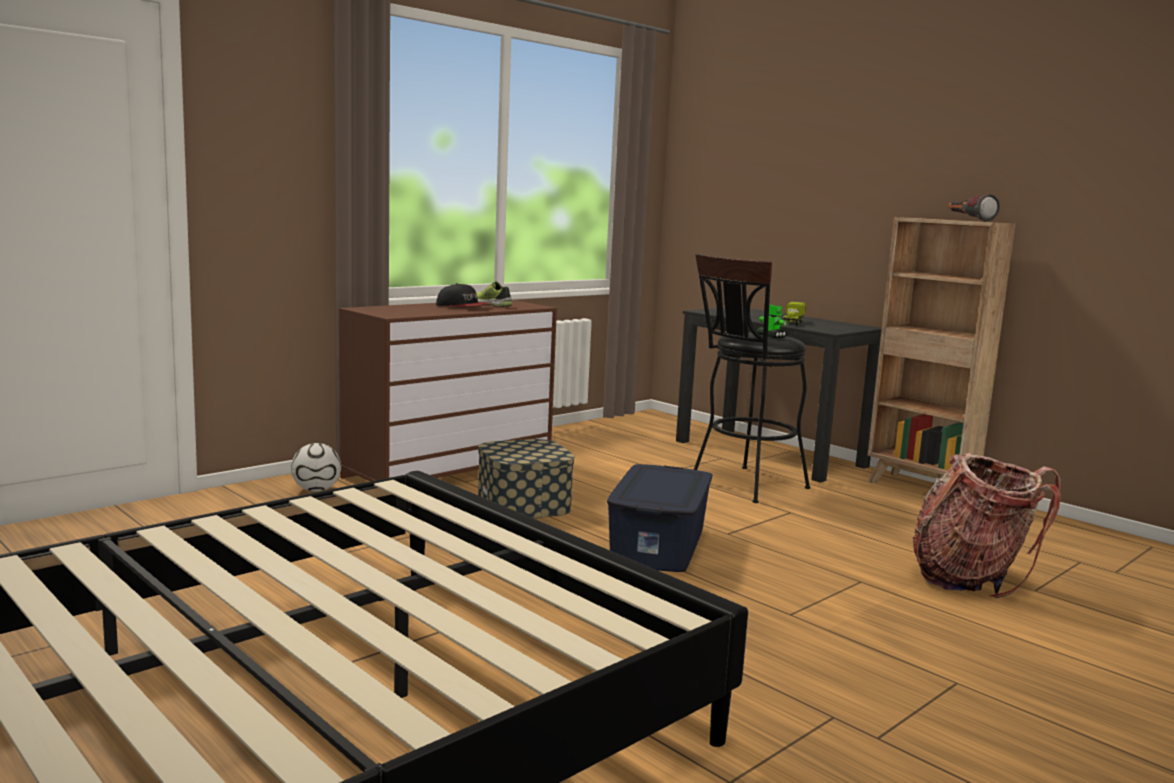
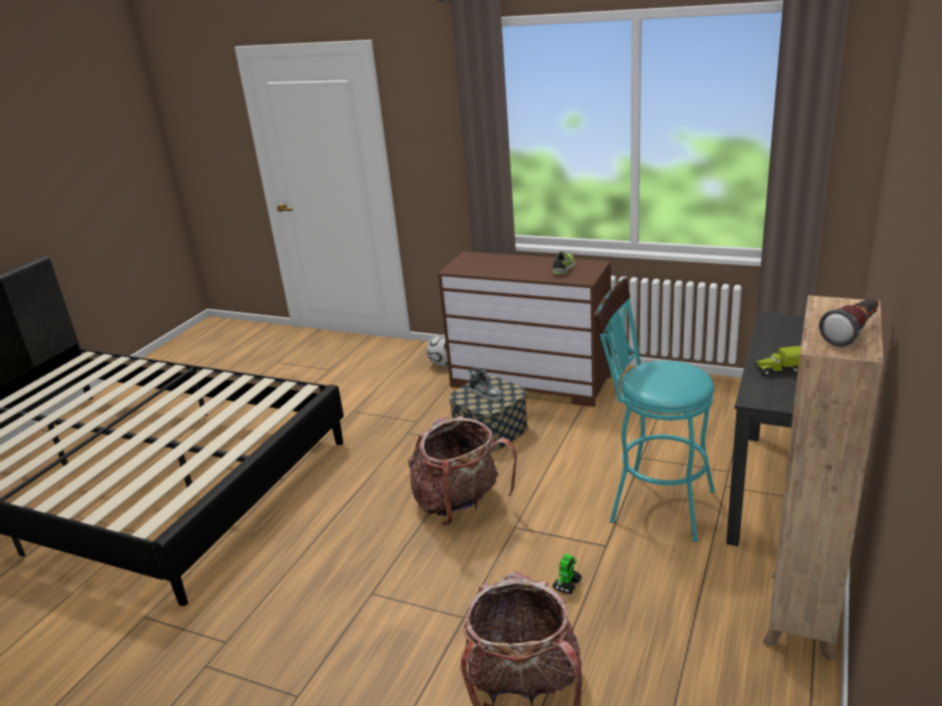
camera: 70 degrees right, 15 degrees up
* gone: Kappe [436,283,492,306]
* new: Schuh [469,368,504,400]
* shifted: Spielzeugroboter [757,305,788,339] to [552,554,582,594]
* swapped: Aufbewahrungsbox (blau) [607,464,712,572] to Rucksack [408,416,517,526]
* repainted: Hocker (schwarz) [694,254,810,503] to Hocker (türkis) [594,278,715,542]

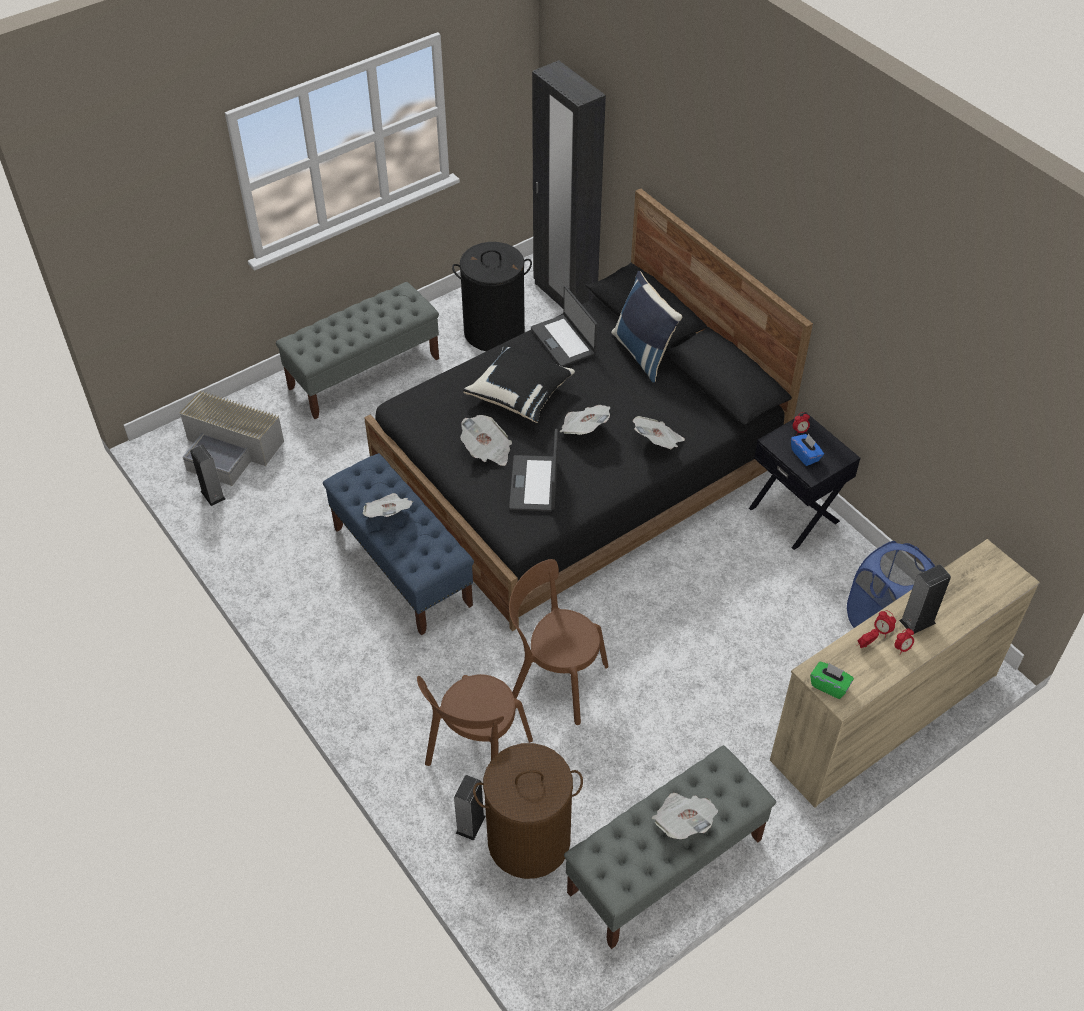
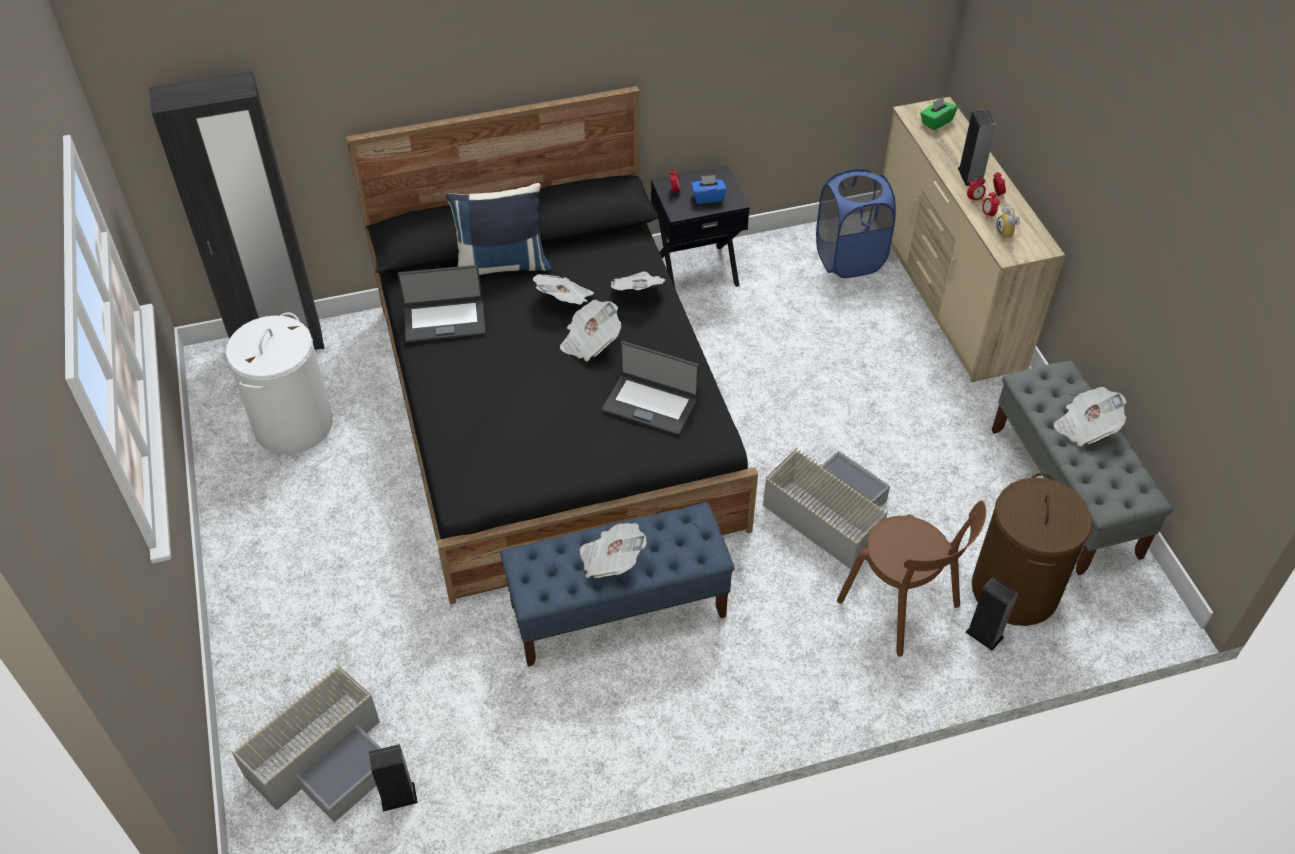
camera: 70 degrees left, 0 degrees up
* gone: Bank (grau) [276,282,439,419]
* gone: Kissen (schwarz) [463,344,575,423]
* new: Wecker [996,204,1020,238]
* shifted: Zeitung [460,415,512,466] to [533,274,594,305]
* shifted: Taschentuchbox (grün) [810,662,854,699] to [920,97,958,130]
* swapped: Stuhl (braun) [509,559,609,725] to Aufbewahrungsbox (grau) [763,447,890,569]
* repainted: Wäschekorb (schwarz) [452,242,532,351] to Wäschekorb (weiß) [226,312,333,454]

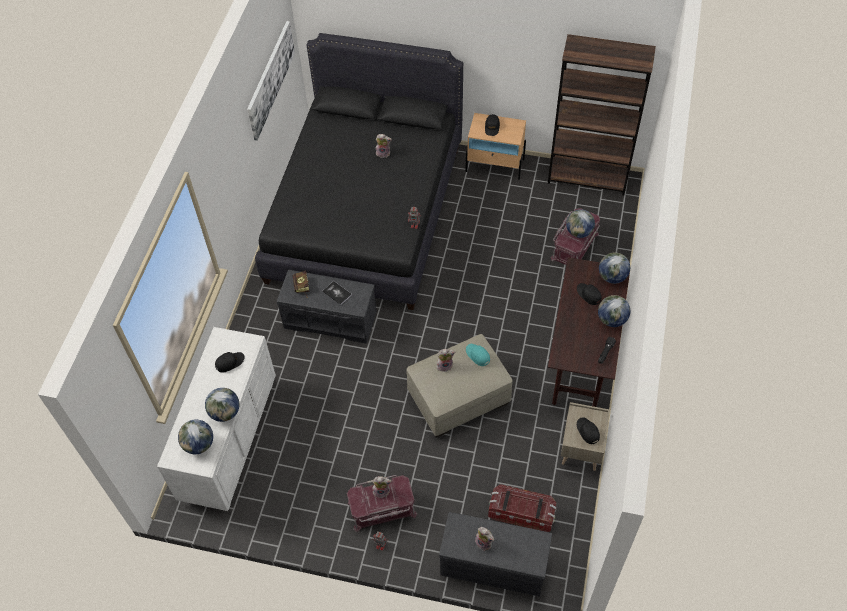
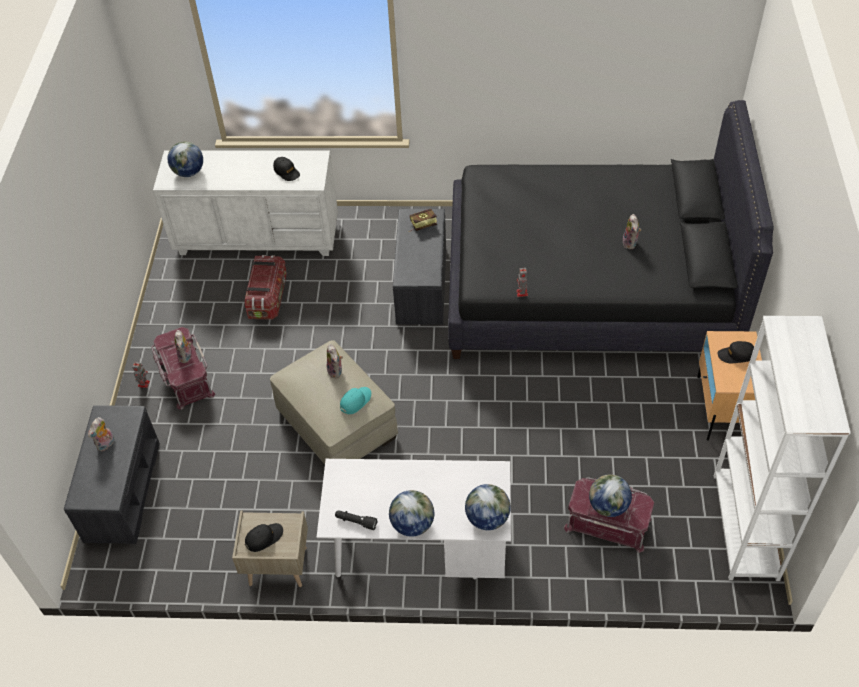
camera: 80 degrees right, 5 degrees down
* gone: Globus [205,388,239,422]
* gone: Bild [247,21,295,141]
* gone: Buch [322,281,352,305]
* gone: Kappe (schwarz) [577,283,602,305]
* shifted: Aufbewahrungsbox [488,484,557,532] to [245,255,287,320]
* repainted: Bücherregal (braun) [548,34,656,196] to Bücherregal (weiß) [714,316,851,581]
* repainted: Schreibtisch (braun) [548,257,630,407] to Schreibtisch (weiß) [317,459,511,579]

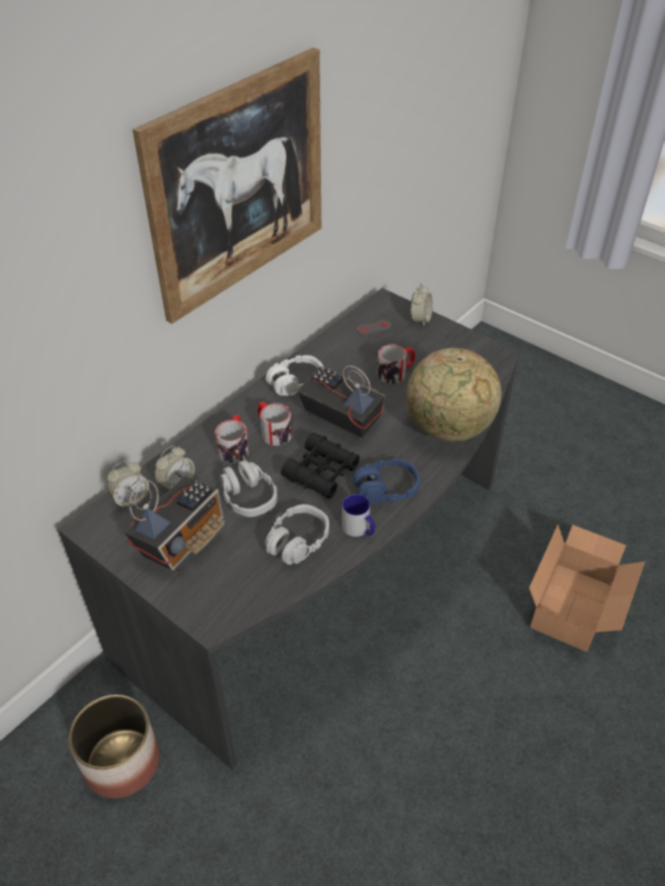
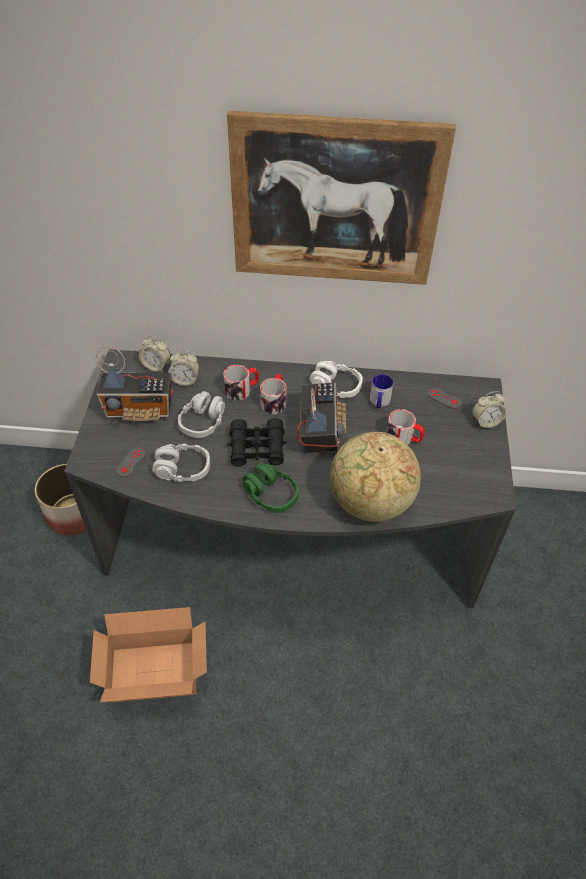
camera: 55 degrees right, 5 degrees up
* new: Gamepad (grau) [116,447,145,477]
* shifted: Henkelbecher [342,494,375,537] to [370,374,394,408]
* shifted: Karton [529,525,645,652] to [90,607,207,702]
* repainted: Kopfhörer (blau) [353,459,420,504] to Kopfhörer (grün) [243,463,299,513]

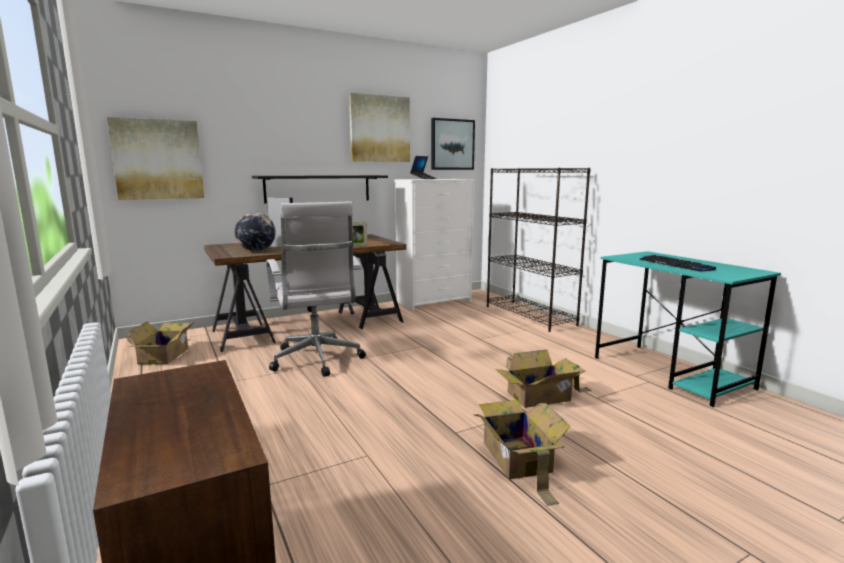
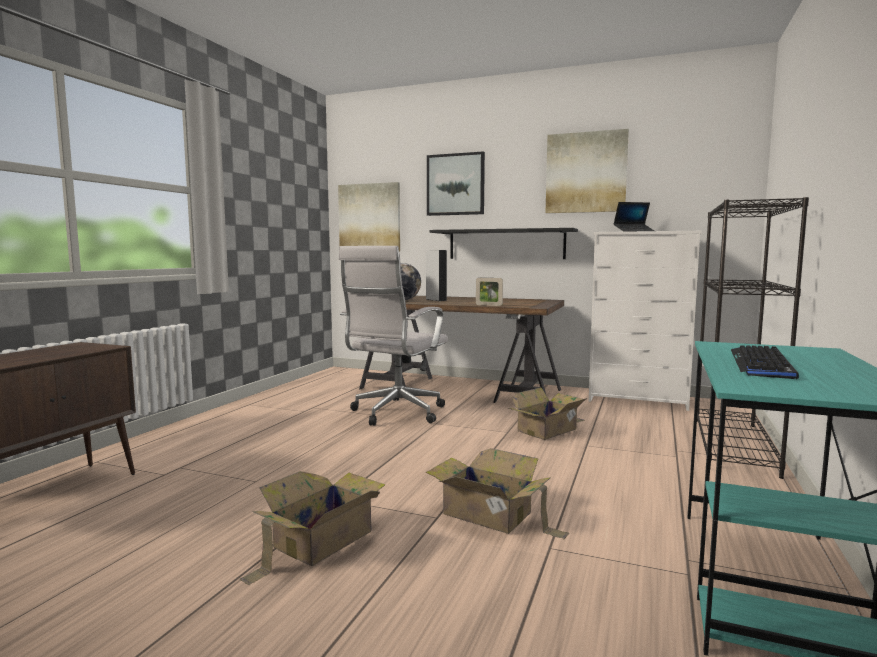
camera: 50 degrees right, 5 degrees down
* shifted: Karton [126,322,194,364] to [509,387,587,440]
* shifted: Bild [431,118,475,170] to [427,152,485,216]

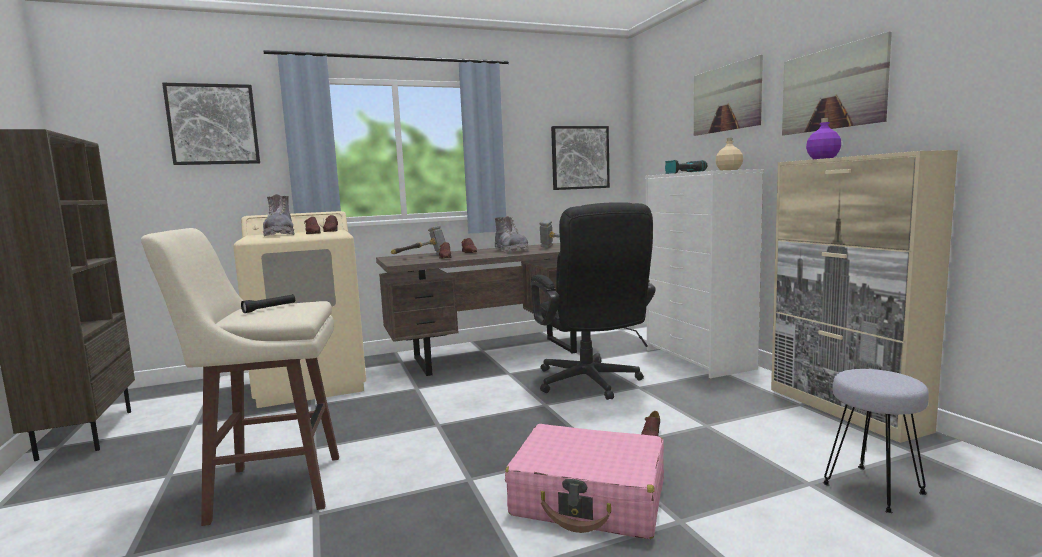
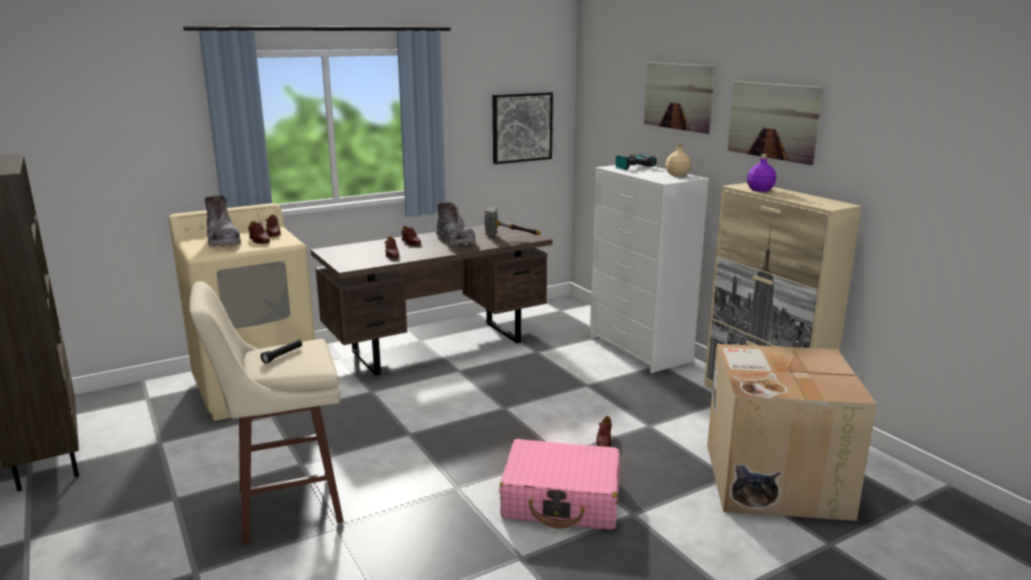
camera: 10 degrees left, 10 degrees up
* gone: Bild [162,83,260,165]
* gone: Hammer [391,225,446,255]
* gone: Bürostuhl (schwarz) [531,202,656,400]
* swapped: Hocker (grau) [823,369,929,513] to Karton [707,344,877,521]

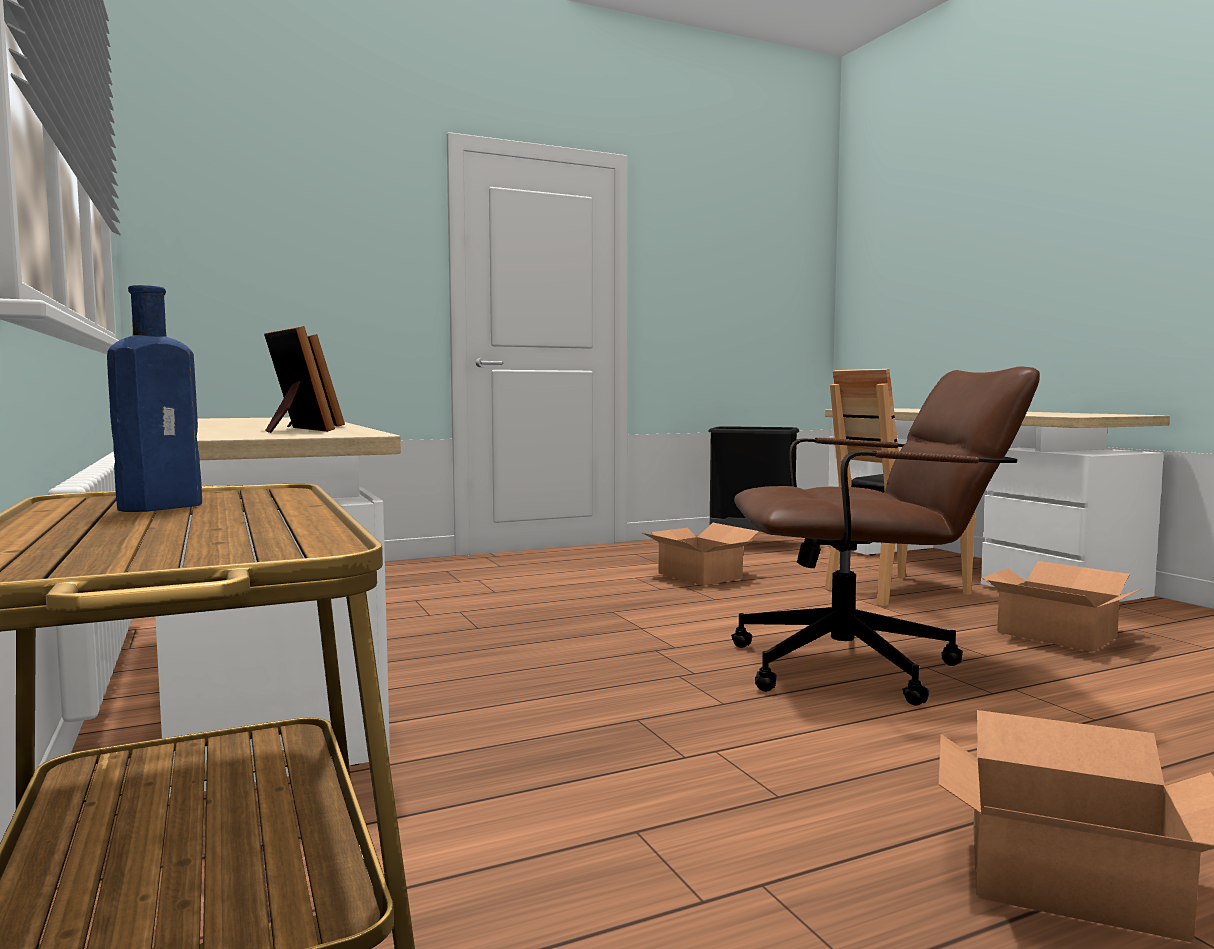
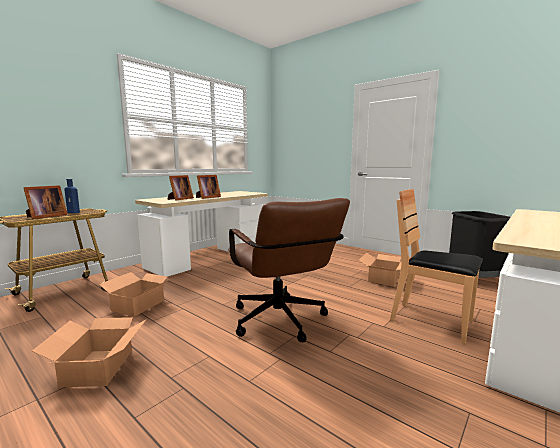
camera: 65 degrees right, 5 degrees up
* new: Bilderrahmen [24,185,67,219]
* shifted: Karton [982,561,1141,652] to [99,272,172,317]

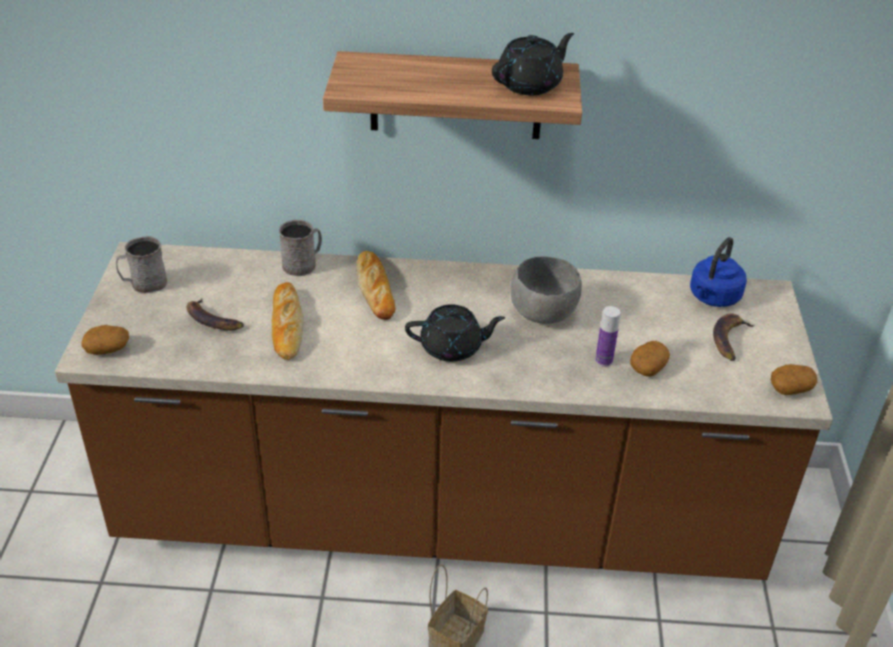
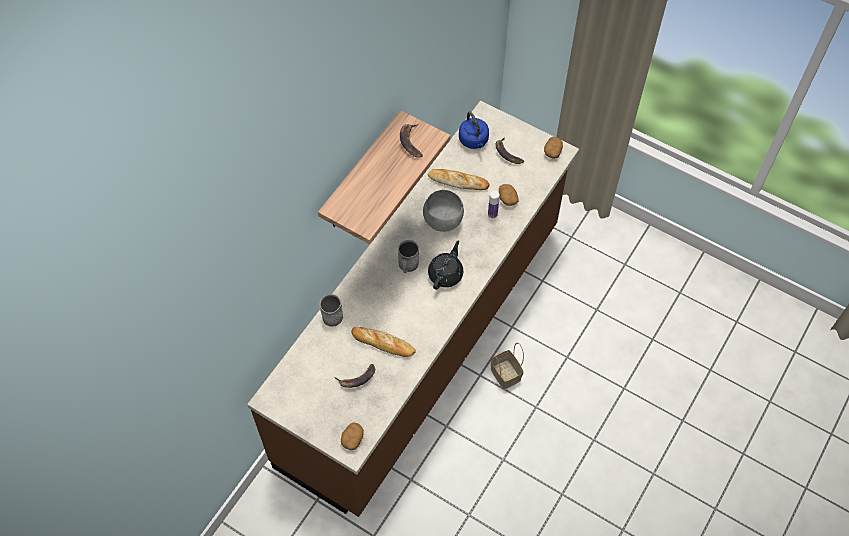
camera: 60 degrees left, 20 degrees up
* shifted: Henkelbecher (grau) [116,236,167,294] to [398,240,419,273]
* shifted: Brot [356,251,395,320] to [428,169,489,190]
* swapped: Teekanne (schwarz) [492,33,574,95] to Banane [400,124,423,158]

